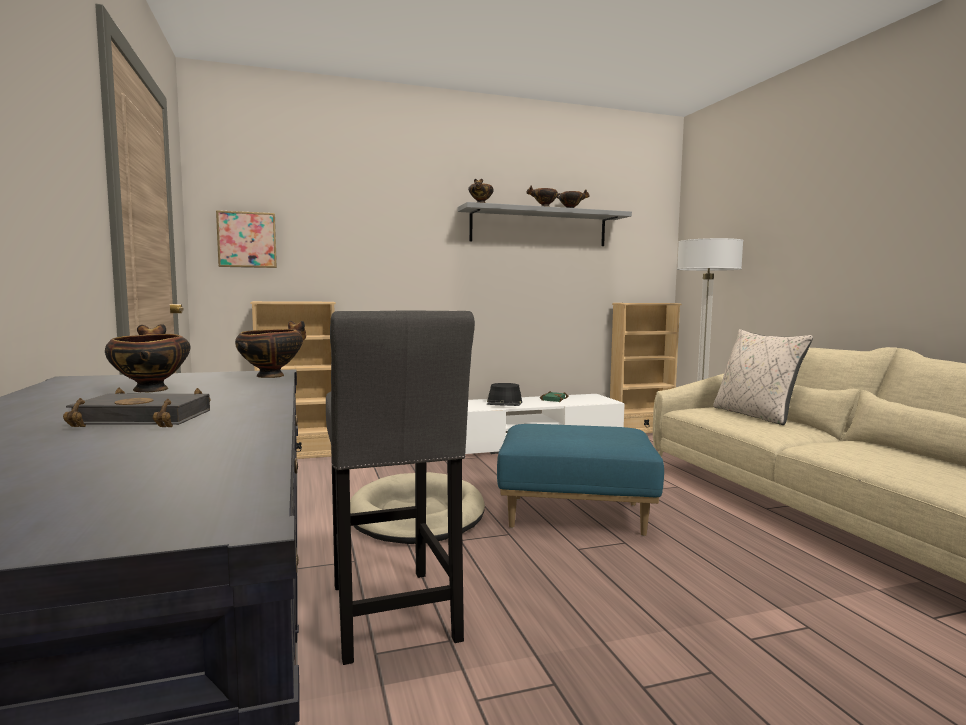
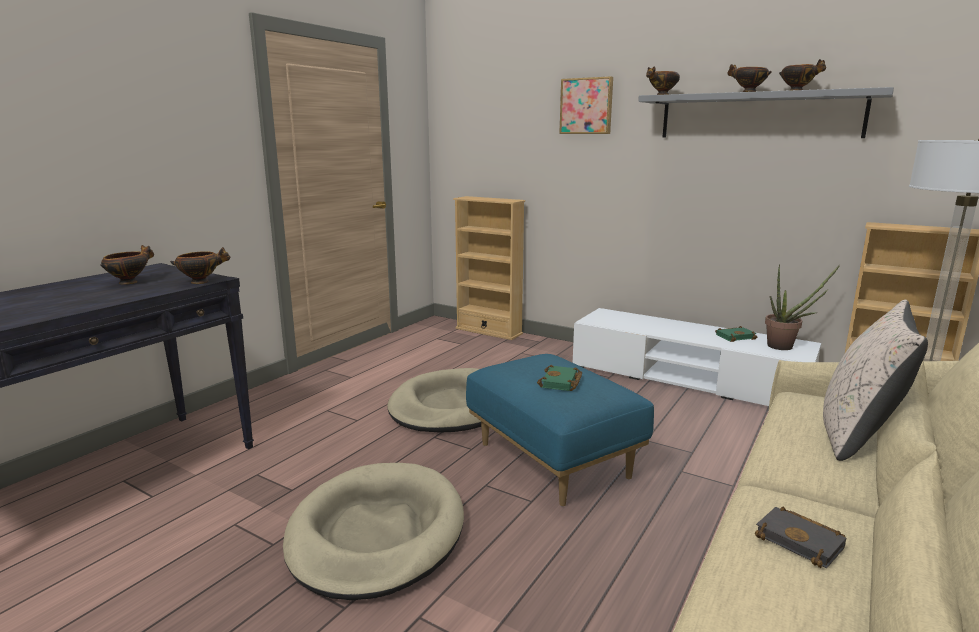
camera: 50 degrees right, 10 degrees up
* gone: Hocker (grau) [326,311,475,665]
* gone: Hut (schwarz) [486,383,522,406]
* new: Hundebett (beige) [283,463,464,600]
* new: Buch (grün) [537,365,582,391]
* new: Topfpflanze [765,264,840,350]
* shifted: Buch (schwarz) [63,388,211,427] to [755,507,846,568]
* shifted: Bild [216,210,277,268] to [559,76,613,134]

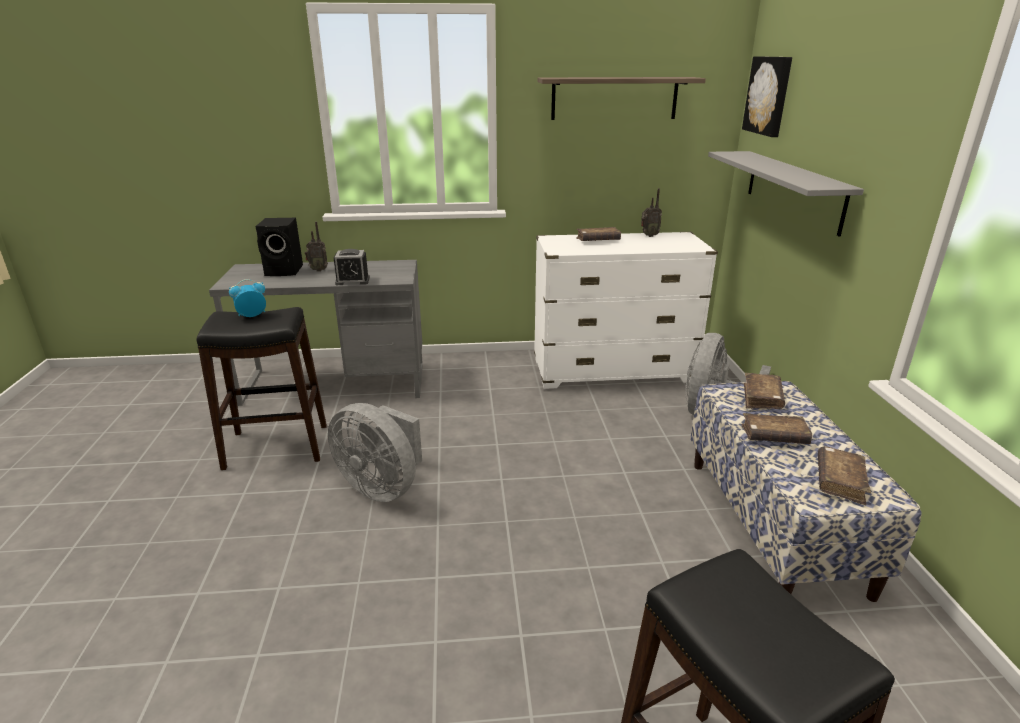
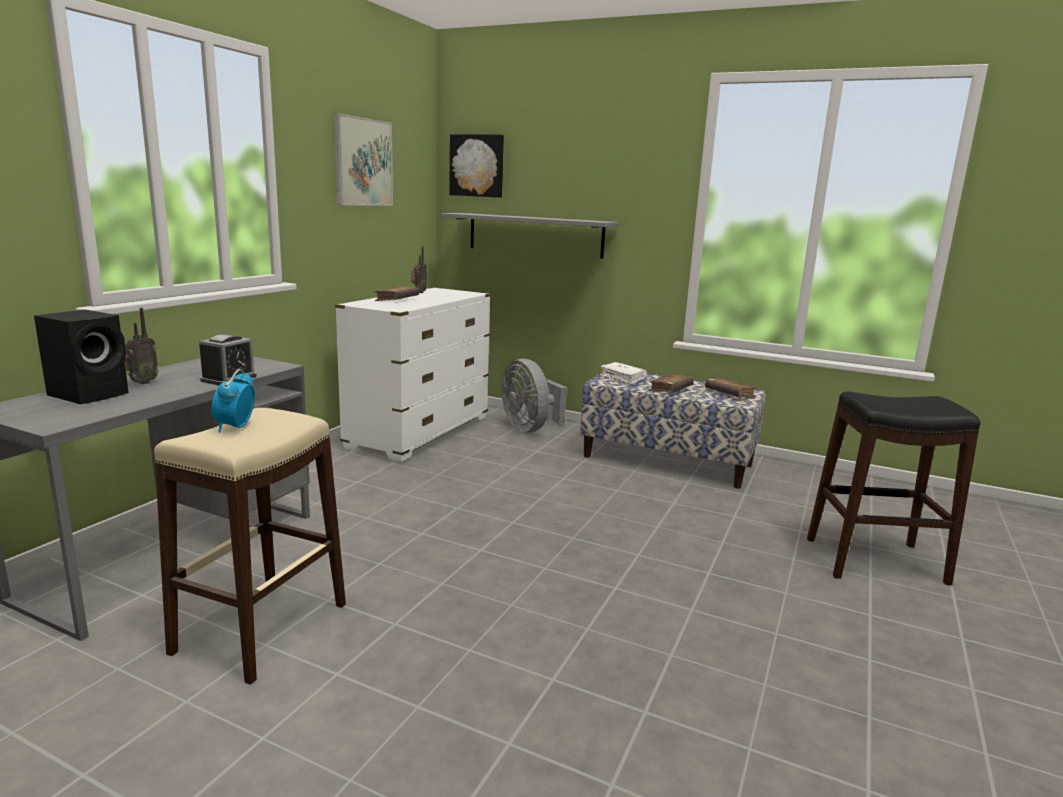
camera: 60 degrees left, 10 degrees down
* gone: Ventilator (grau) [328,403,422,502]
* swapped: Wandregal [537,77,706,120] to Bild [334,113,393,206]
* repainted: Hocker (schwarz) [196,307,327,470] to Hocker (beige) [154,408,346,685]
* repainted: Buch (braun) [744,373,785,409] to Buch (weiß) [600,362,647,384]

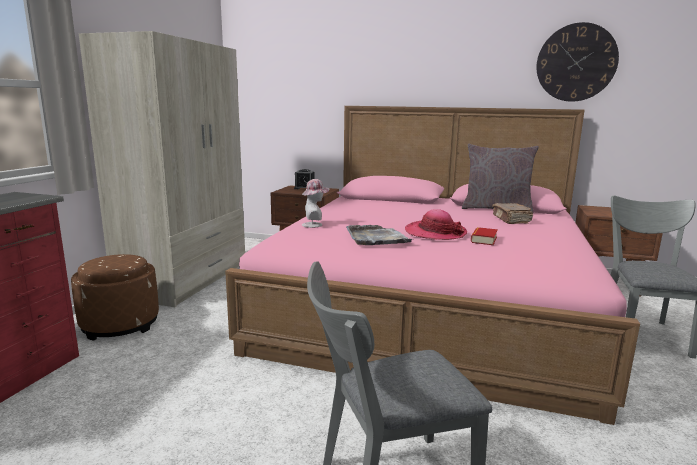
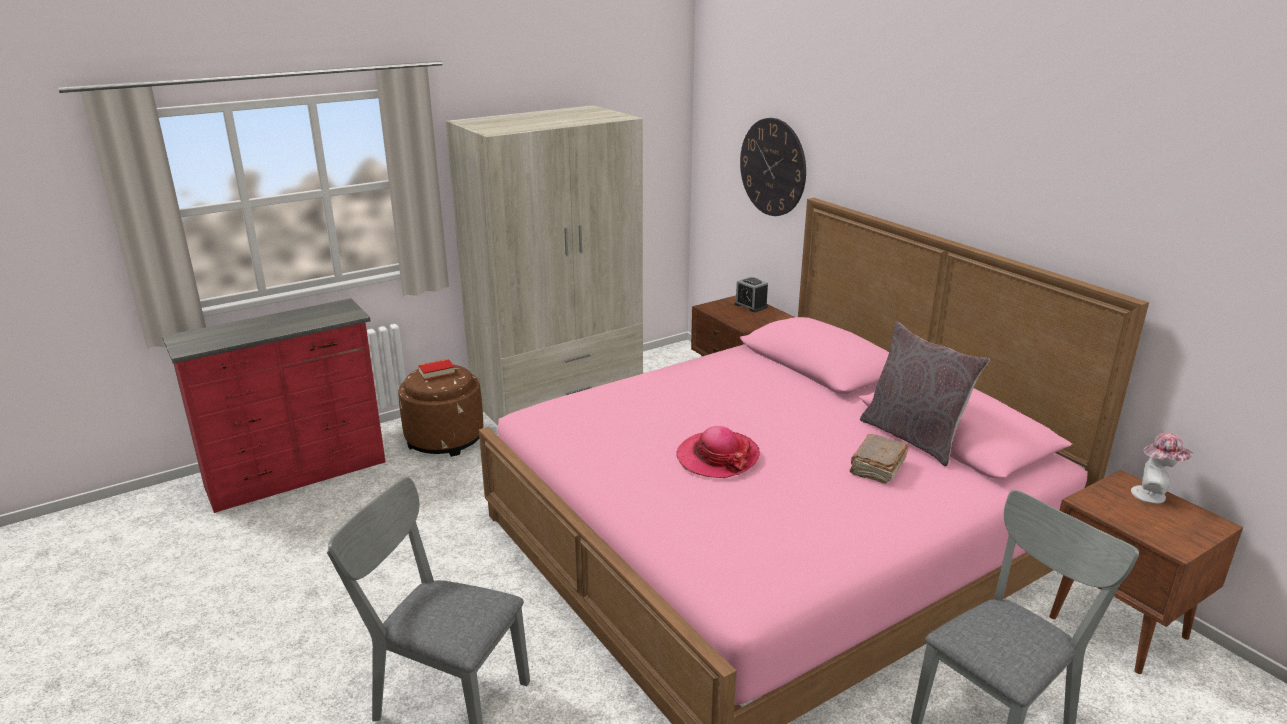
camera: 40 degrees right, 10 degrees up
* gone: Tablett (grau) [346,225,412,245]
* shifted: Hut [302,179,330,228] to [1131,432,1194,504]
* shifted: Buch [471,227,498,245] to [418,359,455,380]
* shifted: Wanduhr [537,22,619,102] to [740,118,806,216]

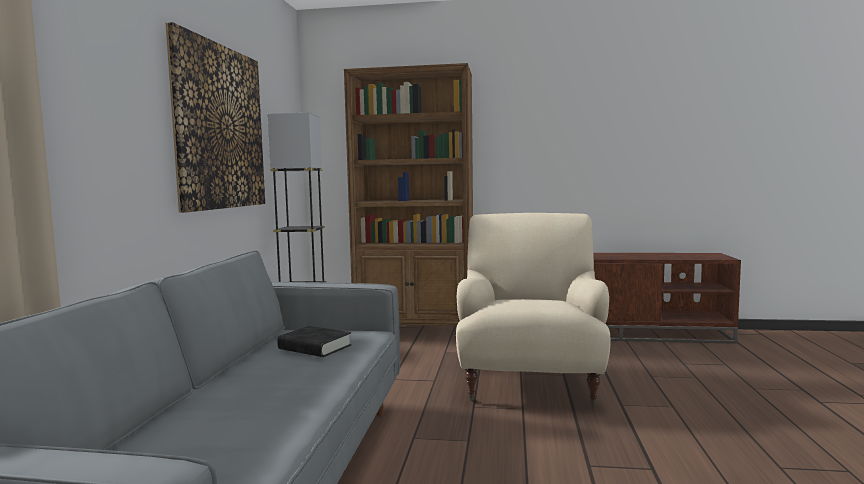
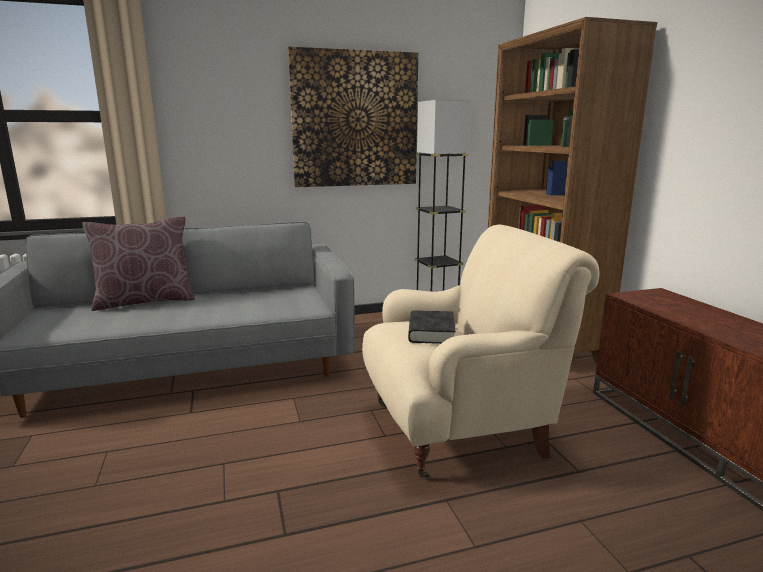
camera: 65 degrees right, 10 degrees up
* new: Kissen (braun) [82,217,195,311]
* shifted: Buch (schwarz) [277,326,351,357] to [408,310,456,344]

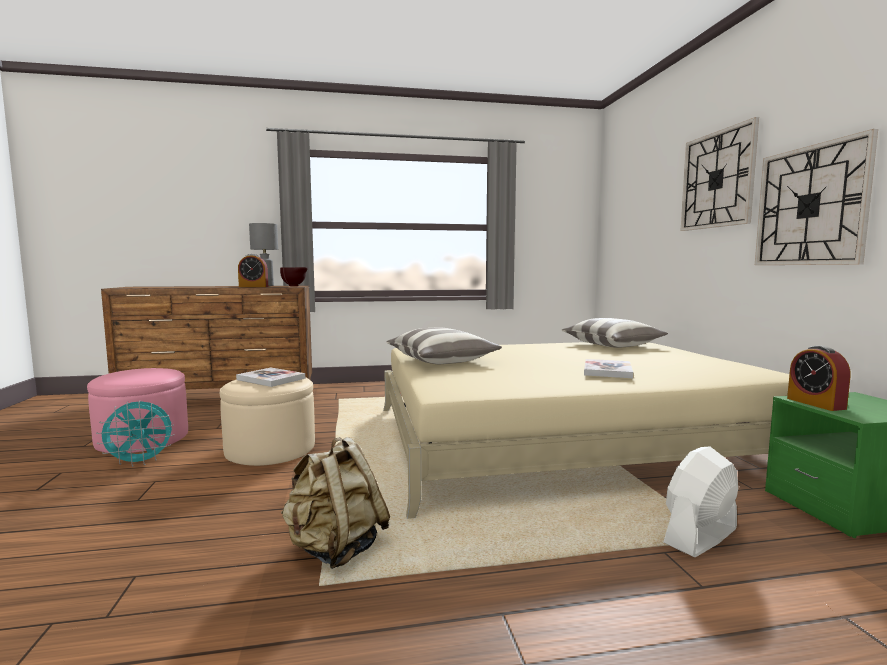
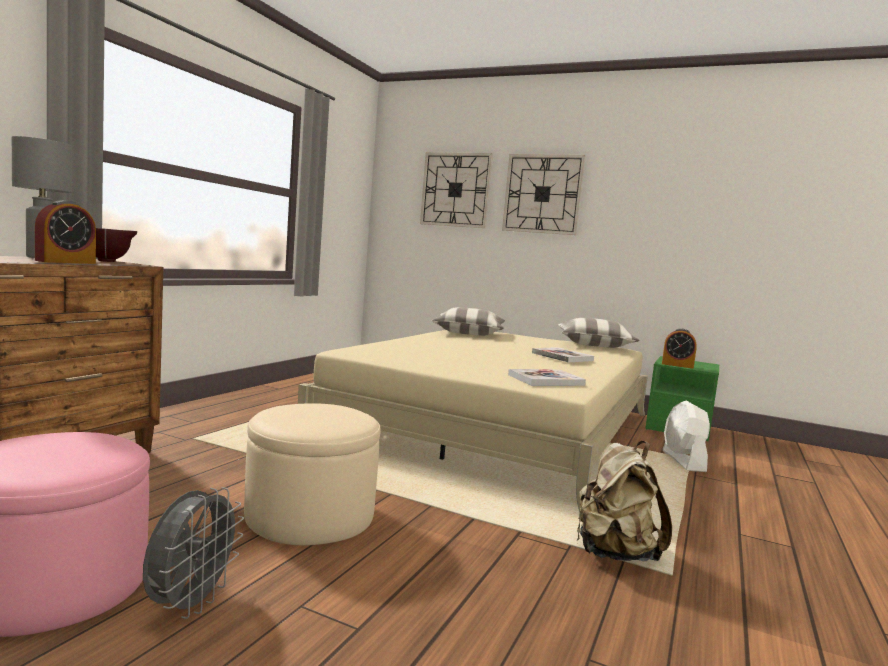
camera: 55 degrees left, 0 degrees up
* shifted: Buch [236,368,305,387] to [508,369,586,386]
* shifted: Kissen [386,327,502,364] to [558,318,639,348]
* shifted: Wanduhr [755,129,878,265] to [420,153,493,228]
* repainted: Ventilator (türkis) [96,401,174,467] to Ventilator (grau) [143,487,244,619]

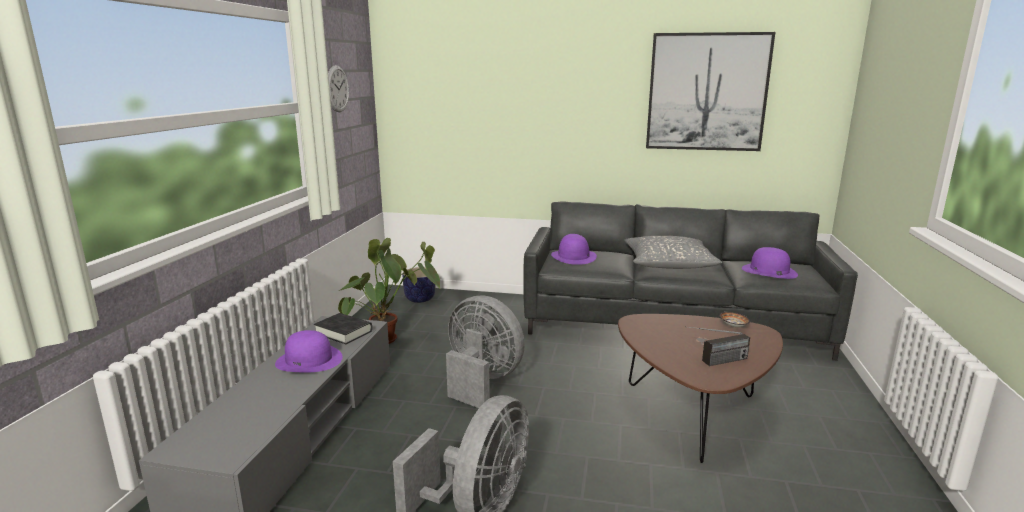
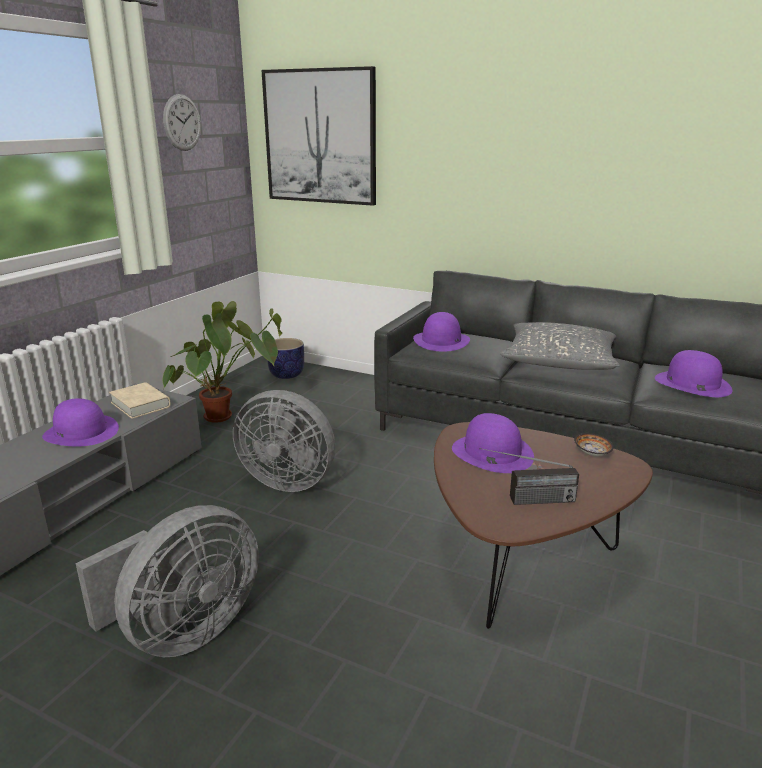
camera: 15 degrees right, 5 degrees up
* new: Hut (lila) [452,413,534,473]
* shifted: Bild [646,32,775,151] to [261,66,376,206]
* repainted: Buch (schwarz) [314,313,372,344] to Buch (beige) [109,382,171,419]
* rotated: Ventilator (grau) [446,295,525,408] = [233,390,335,492] 150 degrees clockwise

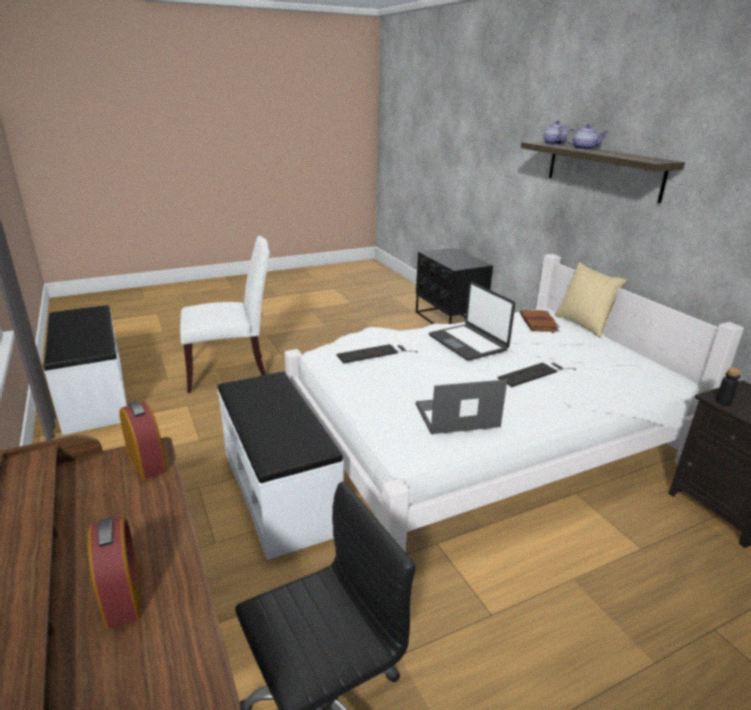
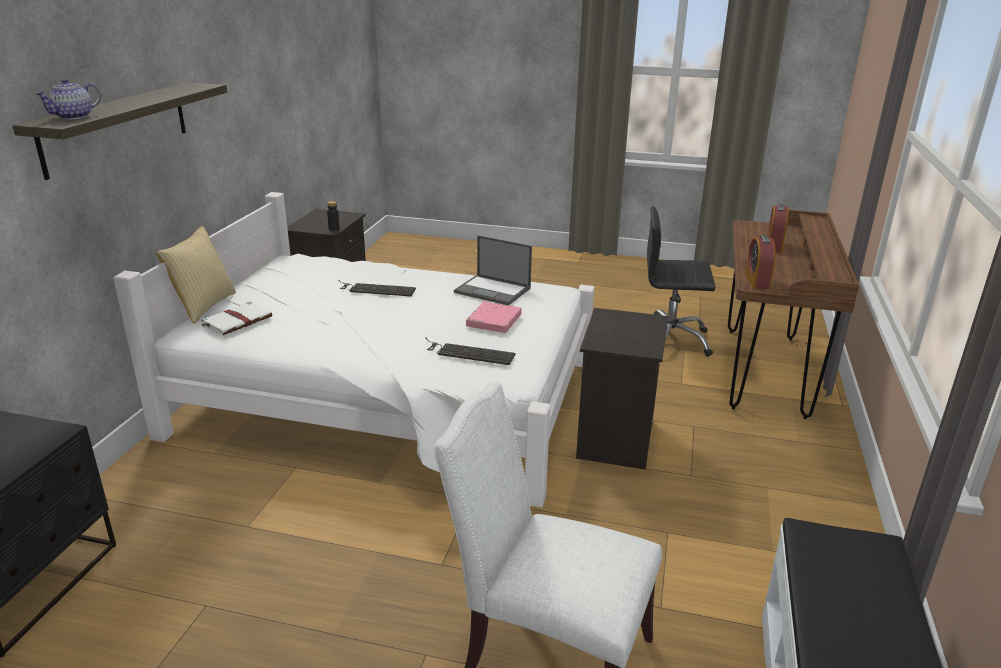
camera: 140 degrees left, 0 degrees up
* gone: Laptop [429,282,515,360]
* gone: Teekanne [565,124,607,150]
* new: Buch (rosa) [466,302,522,333]
* swapped: Bank (weiß) [217,371,344,560] to Nachttisch (schwarz) [576,308,669,470]
* repainted: Buch (braun) [520,310,560,333] to Buch (weiß) [201,302,272,335]

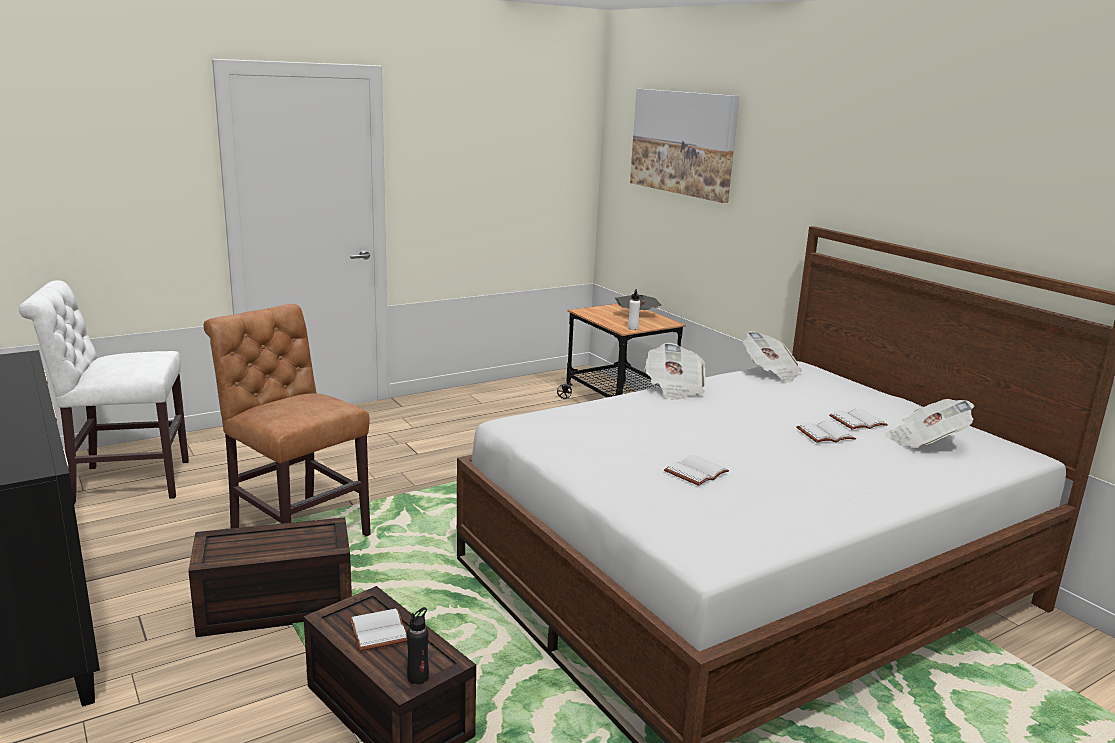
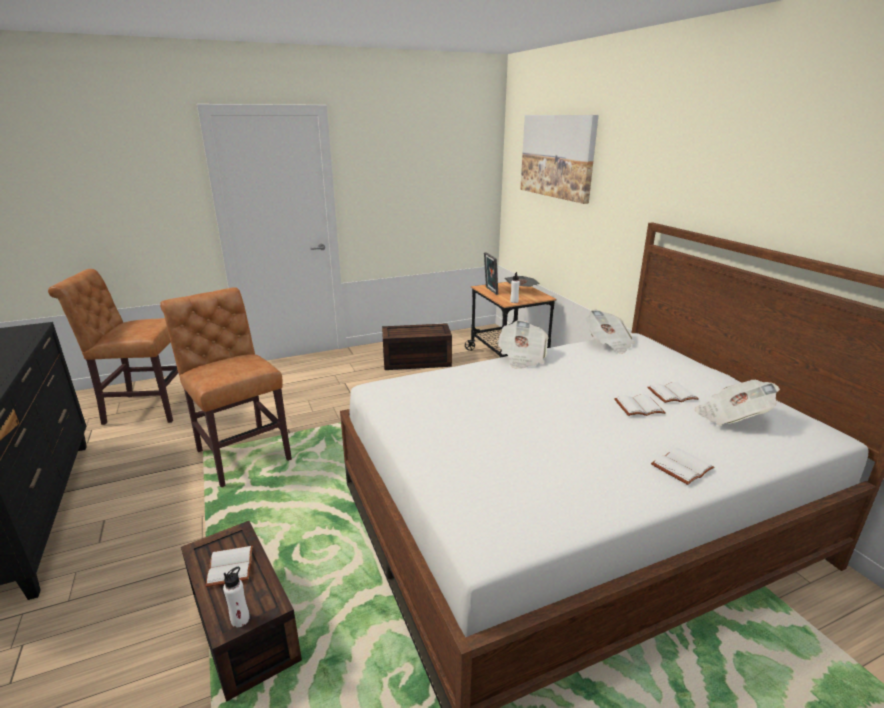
camera: 10 degrees right, 5 degrees up
* new: Bilderrahmen [484,252,498,295]
* shifted: Aufbewahrungsbox (braun) [188,517,352,637] to [382,323,452,370]
* shifted: Buch (weiß) [664,455,729,486] to [651,448,715,485]
* repainted: Stuhl (weiß) [19,280,189,504] to Stuhl (braun) [48,269,178,425]
* repainted: Flasche (schwarz) [407,607,429,685] to Flasche (weiß) [223,567,250,627]

